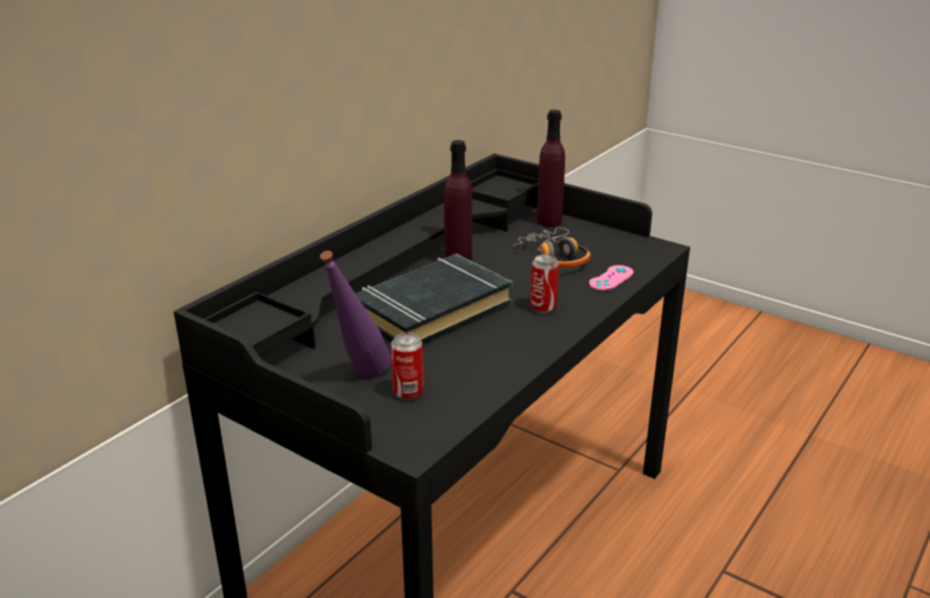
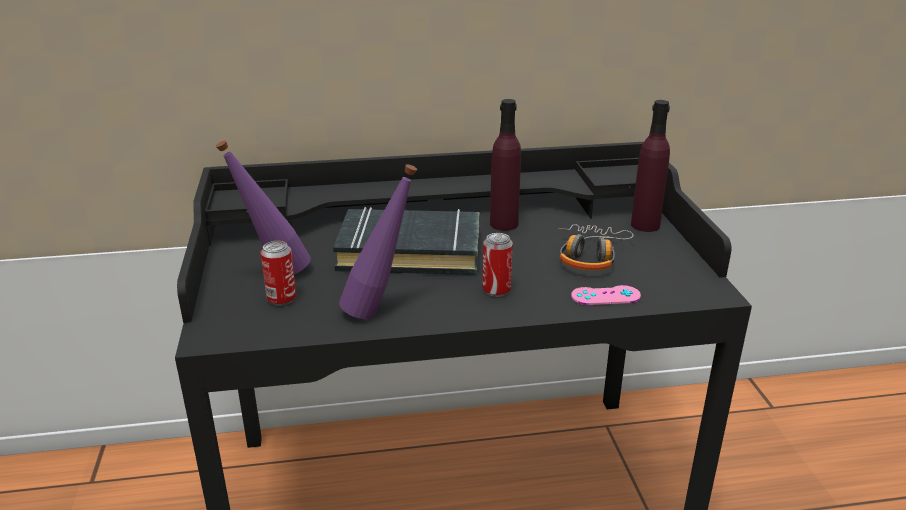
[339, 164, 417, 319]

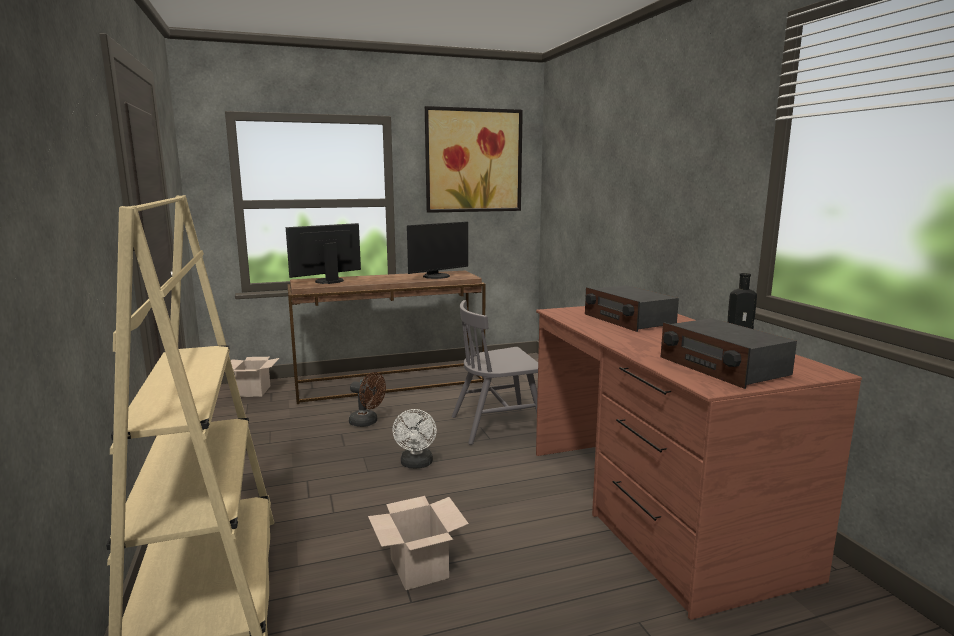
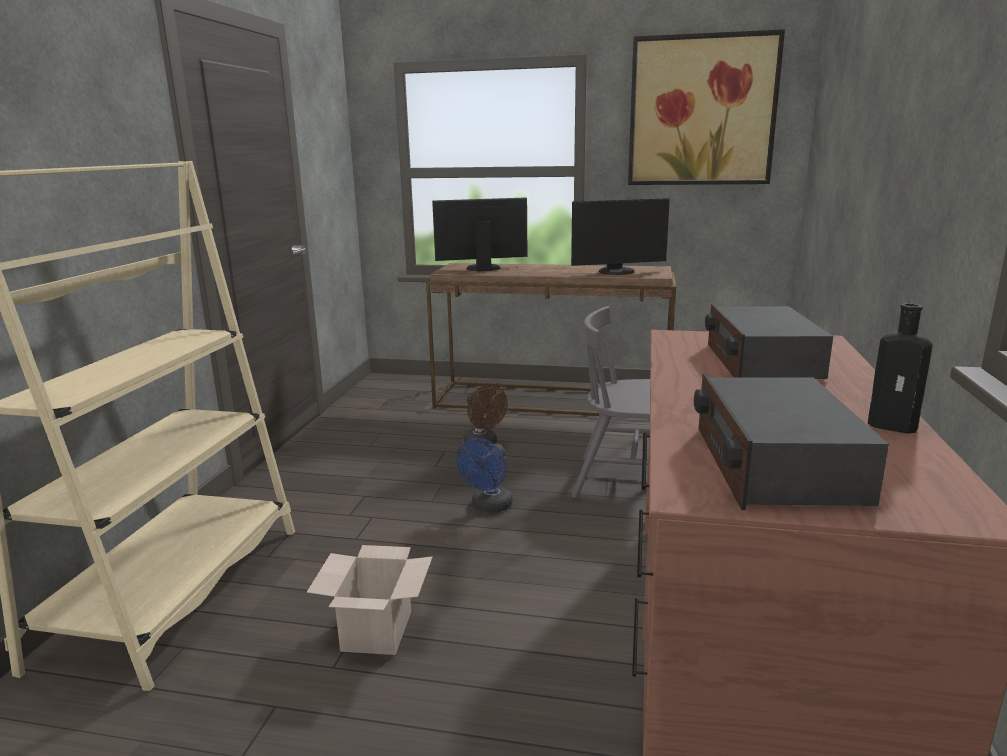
[231, 357, 279, 397] (first image)
[456, 438, 513, 513]

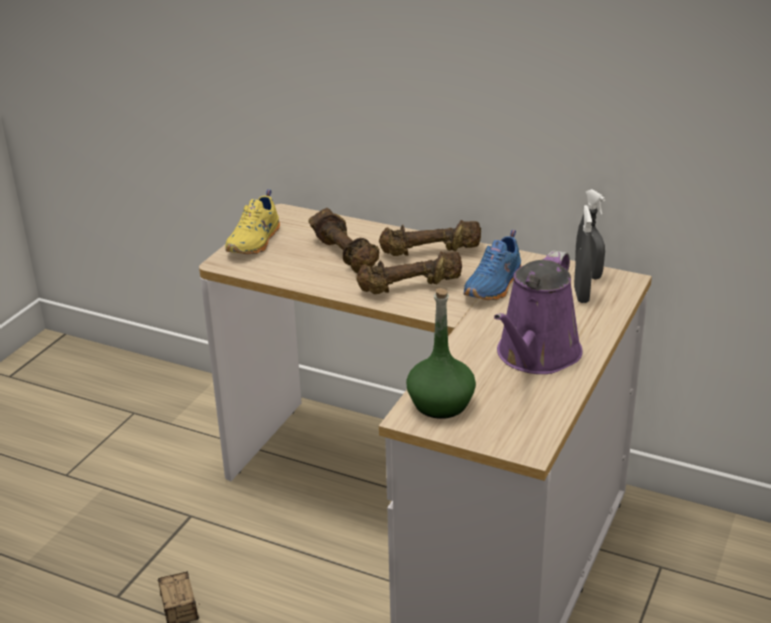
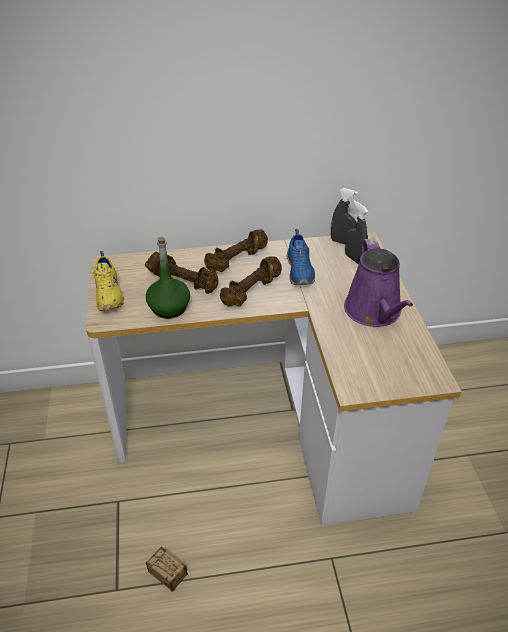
[146, 237, 190, 319]

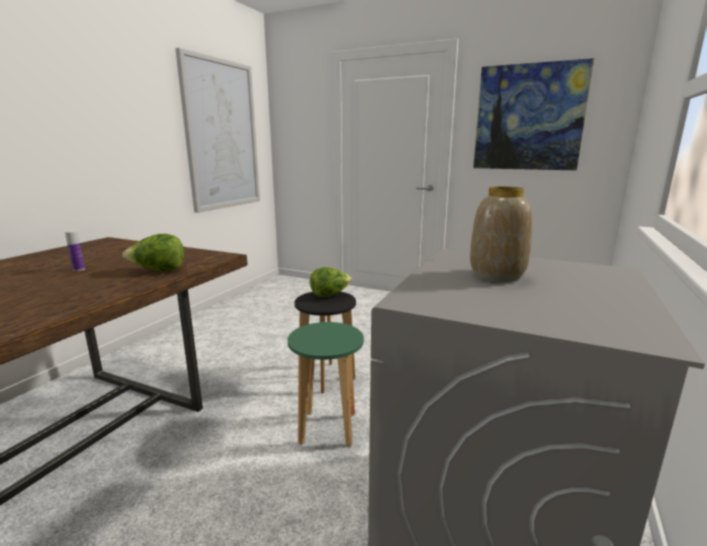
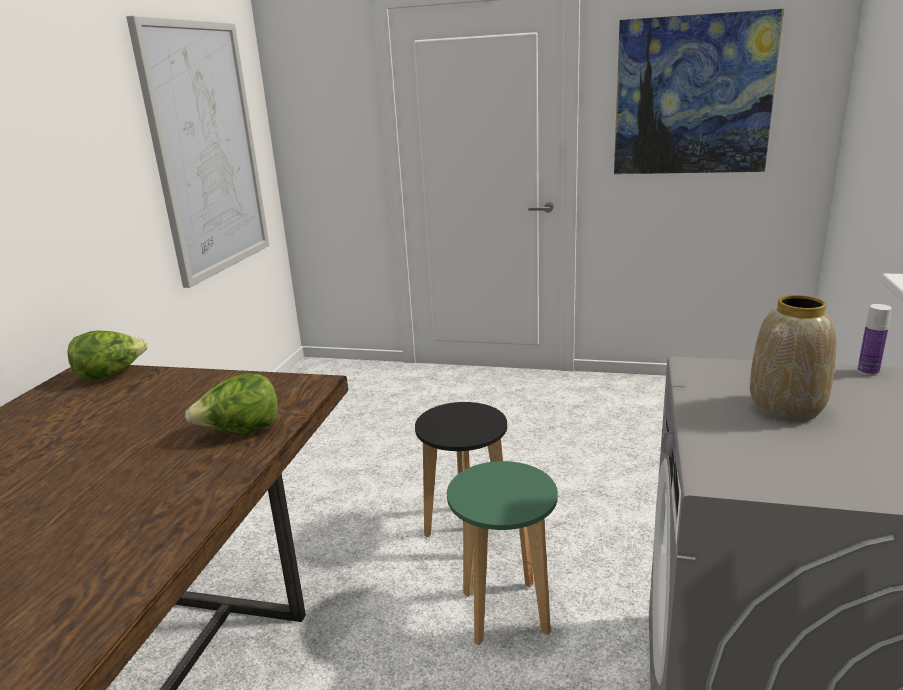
[857, 304, 892, 376]
[67, 330, 148, 381]

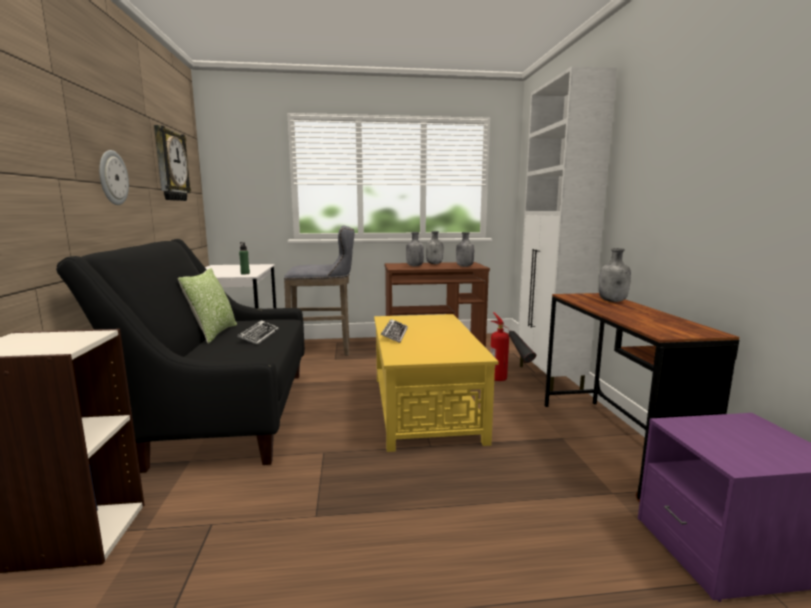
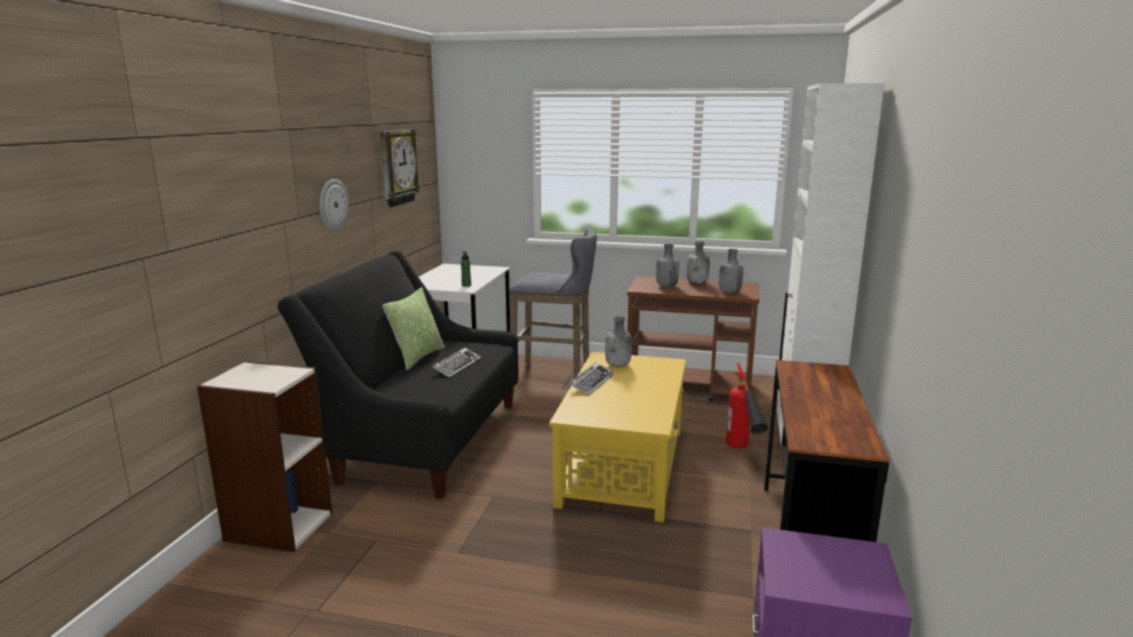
[605, 317, 632, 367]

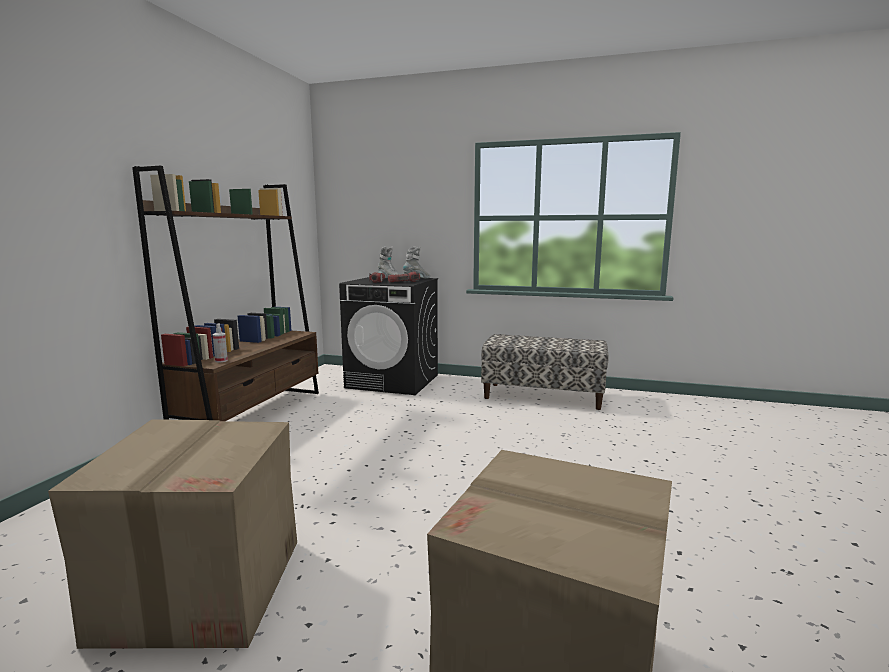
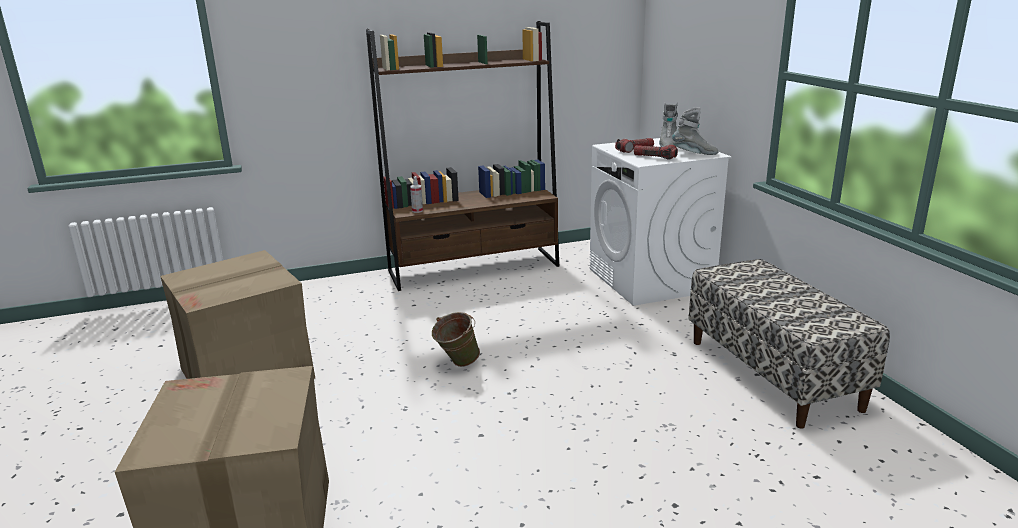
[432, 312, 480, 367]
[590, 138, 732, 306]

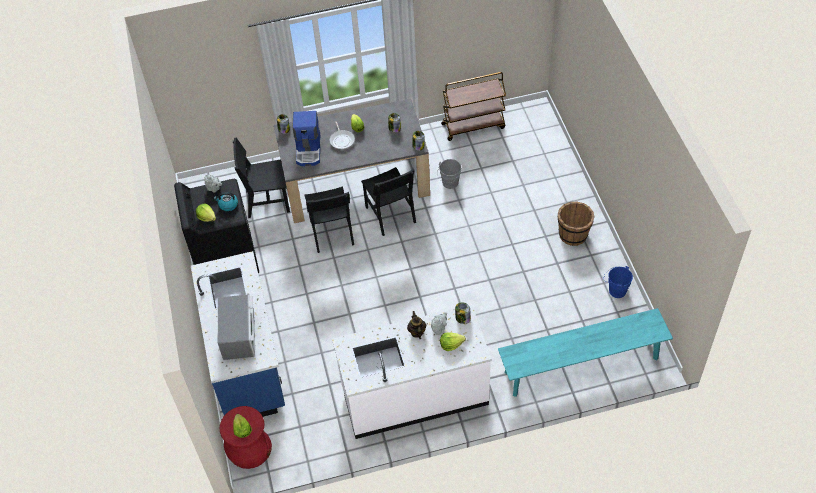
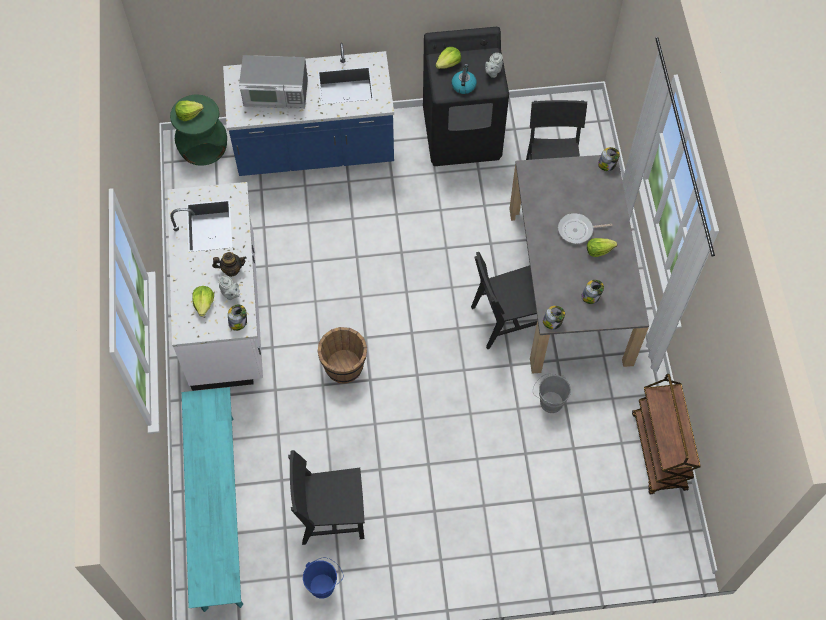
[292, 111, 321, 166] (first image)
[288, 450, 365, 545]
[317, 327, 367, 384]
[170, 95, 227, 166]

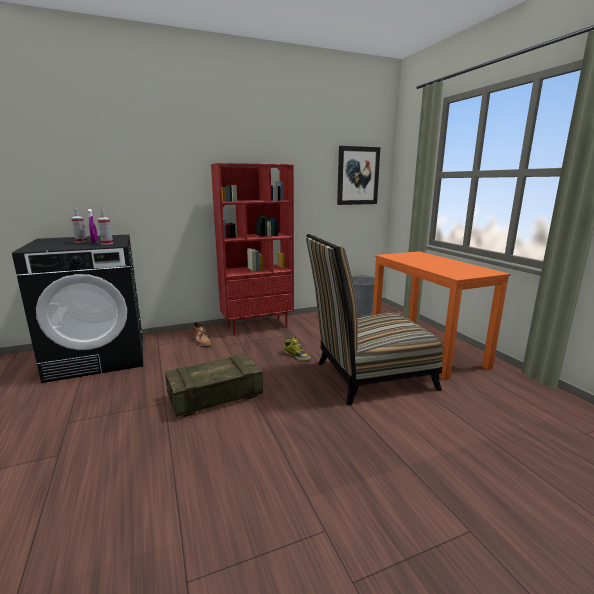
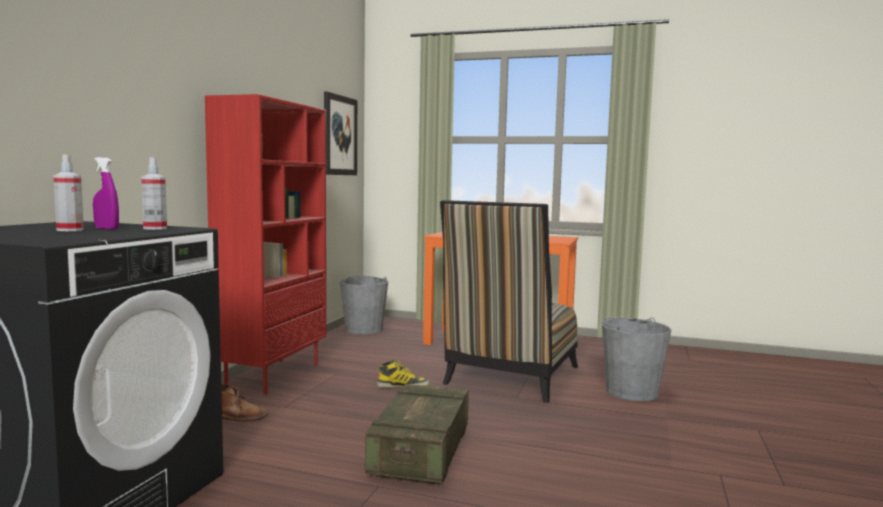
[602, 317, 671, 401]

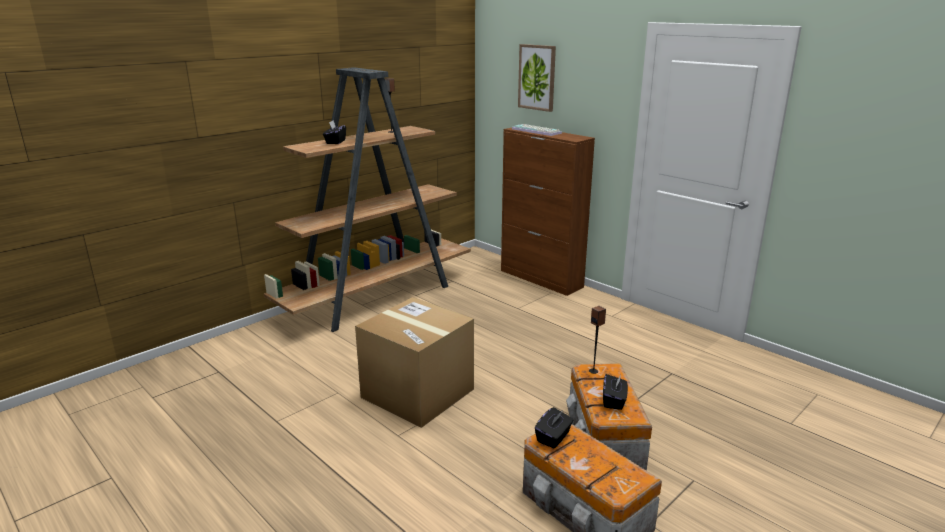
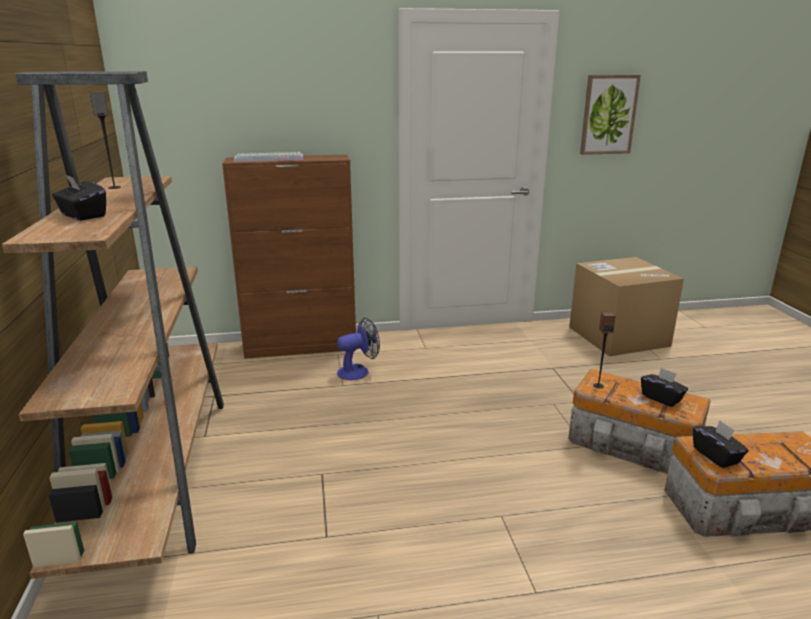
[337, 318, 380, 380]
[569, 257, 684, 357]
[580, 75, 641, 155]

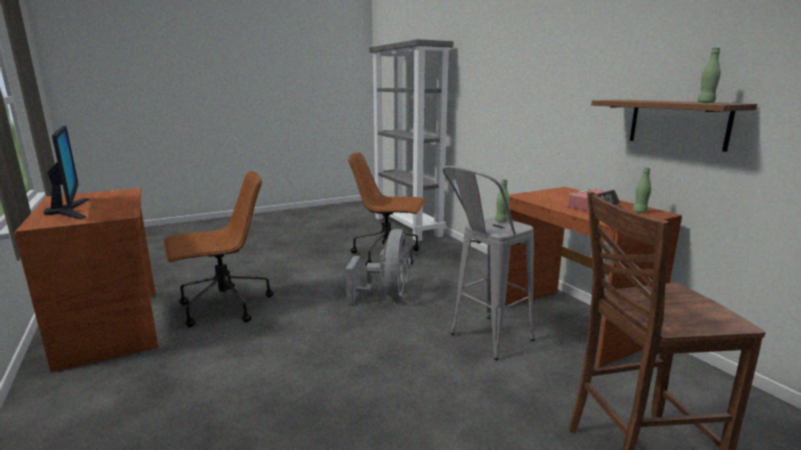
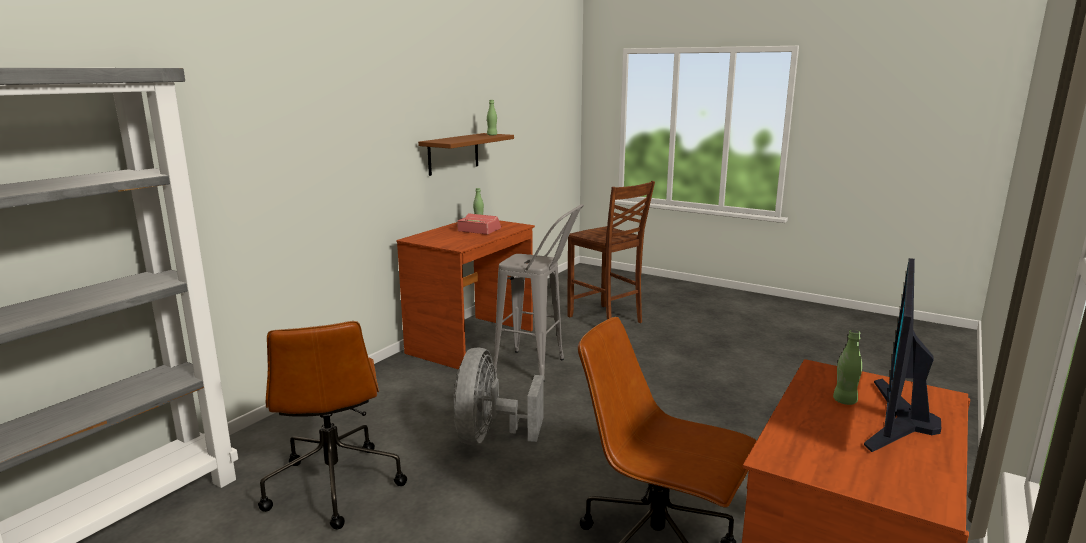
[833, 330, 862, 405]
[453, 347, 543, 445]

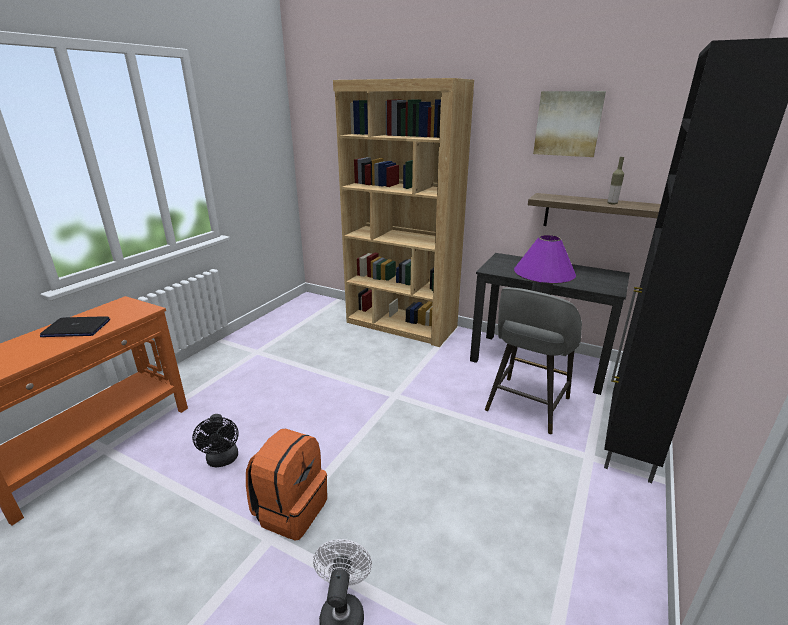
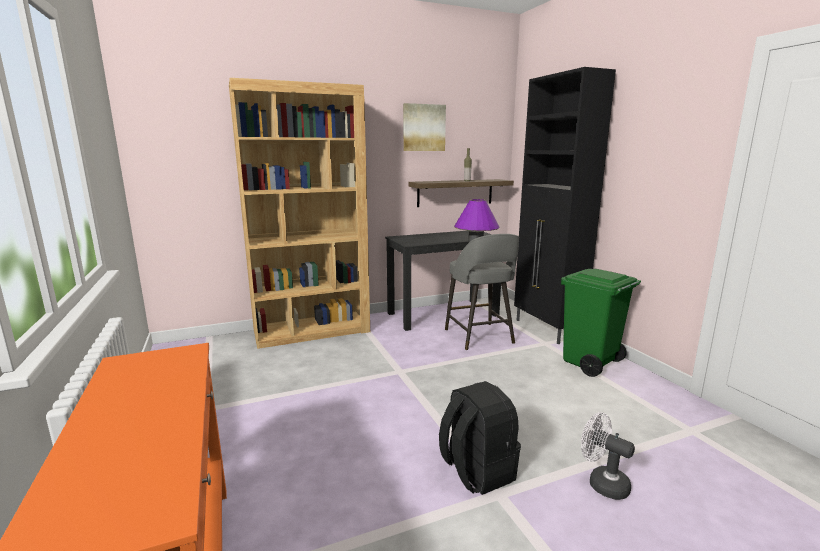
[40, 316, 110, 337] (first image)
[192, 414, 239, 468] (first image)
[561, 268, 641, 377]
[439, 381, 521, 495]

